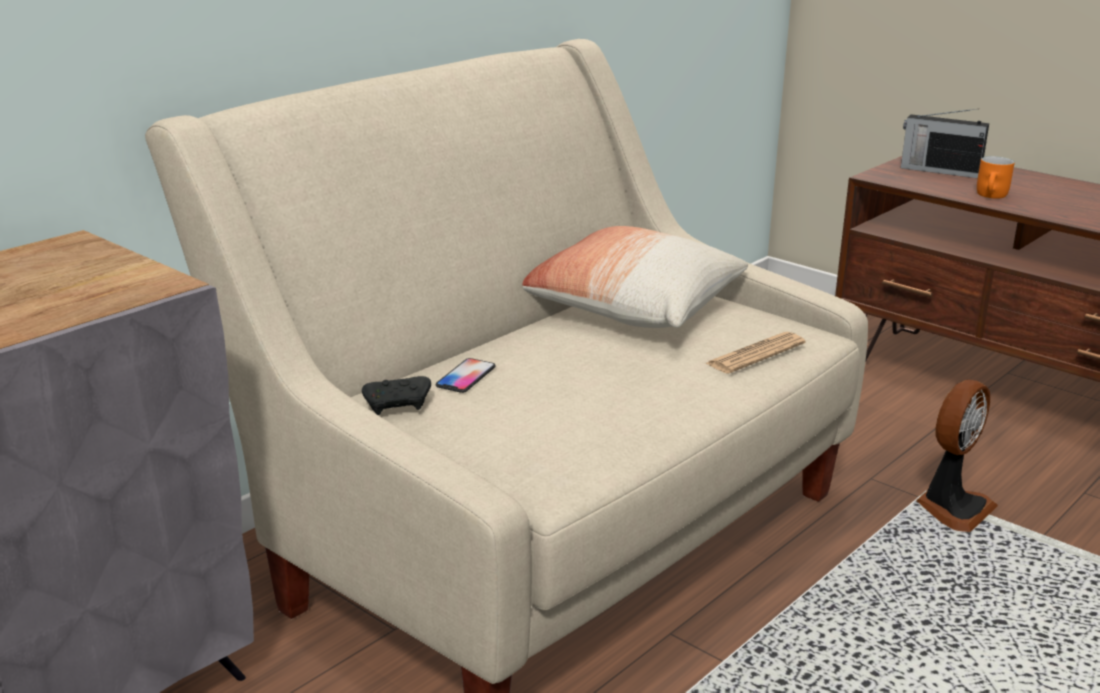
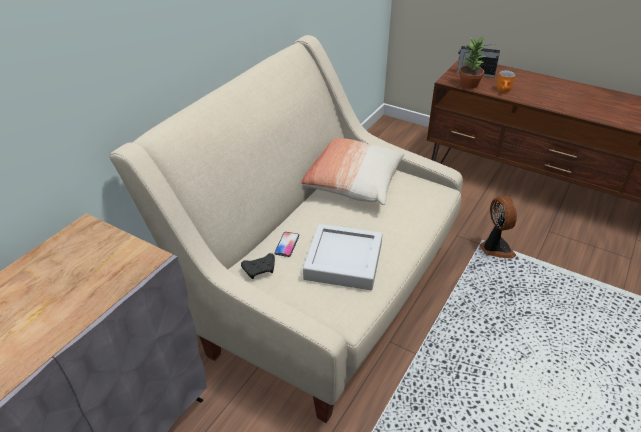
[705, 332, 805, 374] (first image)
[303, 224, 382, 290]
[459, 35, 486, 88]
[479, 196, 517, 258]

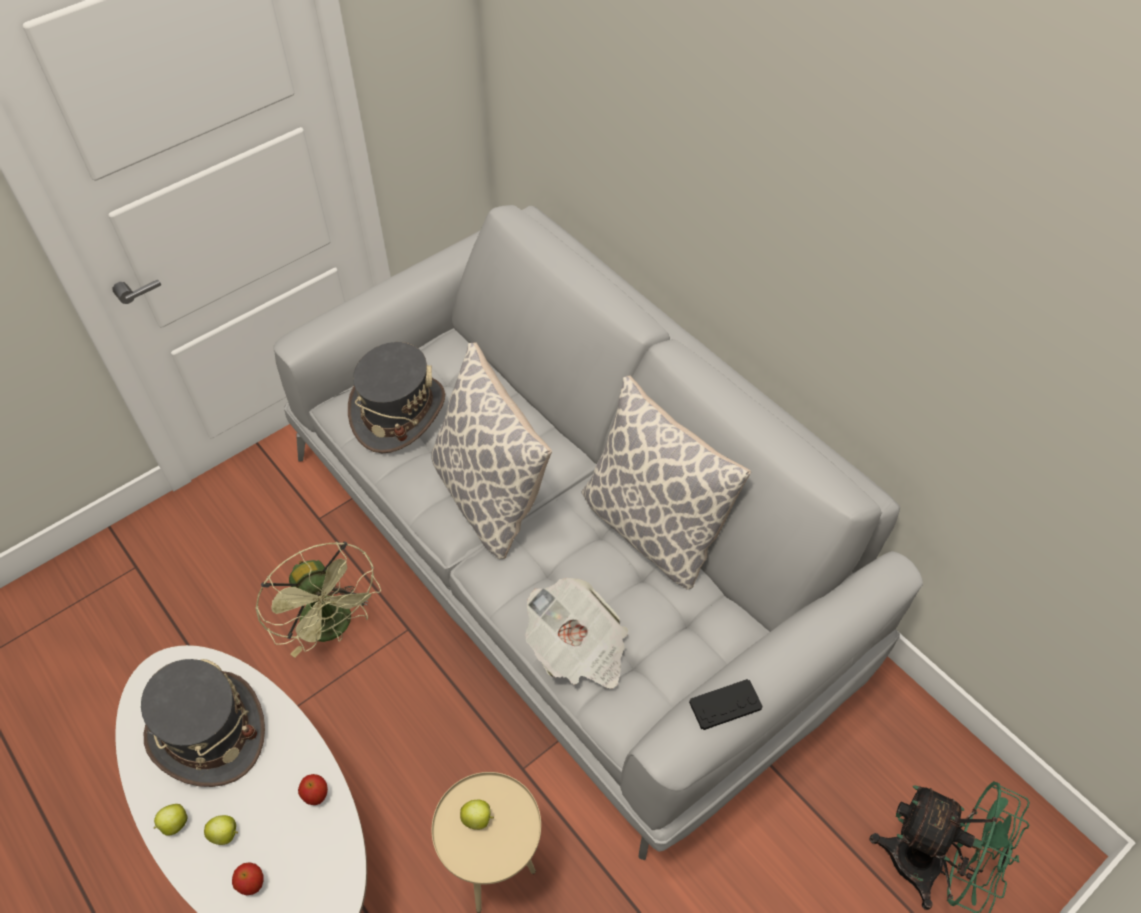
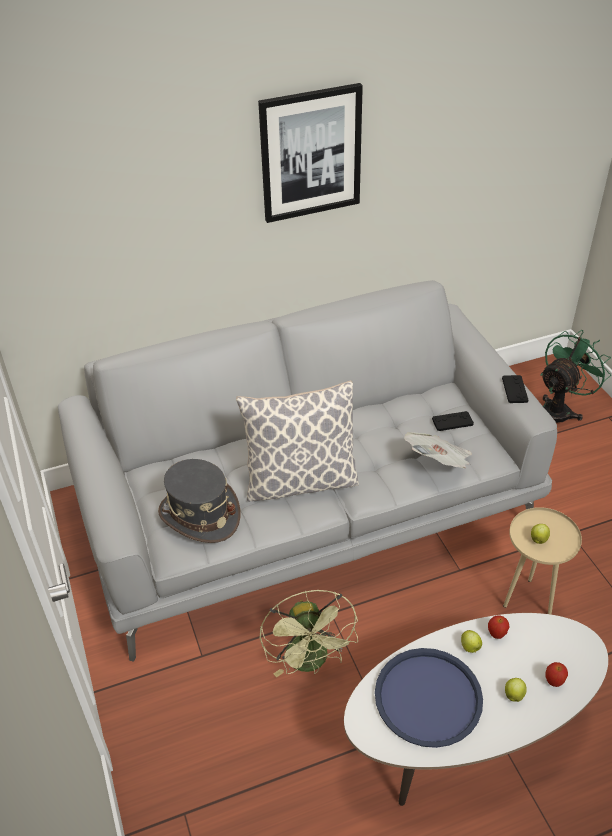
[581, 375, 751, 590] (first image)
[258, 83, 363, 223]
[432, 411, 474, 431]
[461, 630, 482, 653]
[375, 648, 483, 748]
[260, 590, 358, 677]

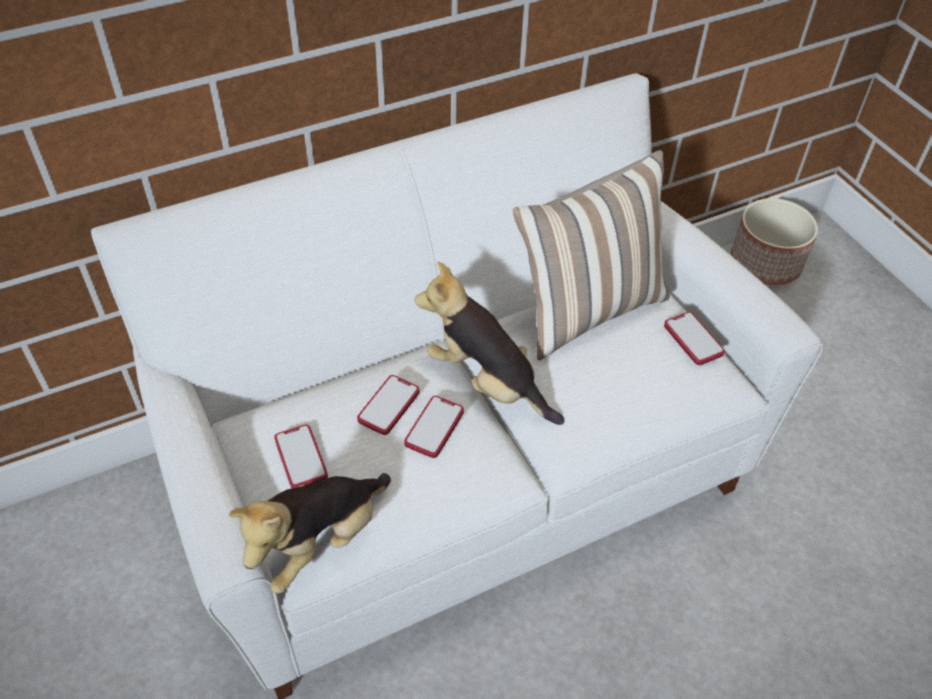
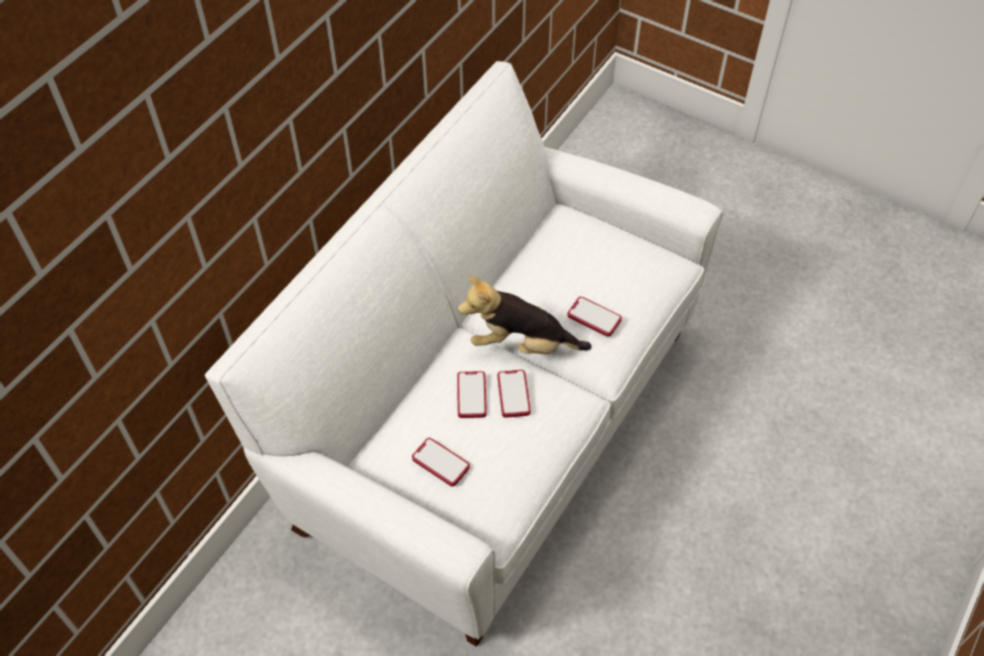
[229, 473, 391, 594] (first image)
[513, 150, 670, 360] (first image)
[731, 198, 818, 285] (first image)
[568, 297, 622, 337]

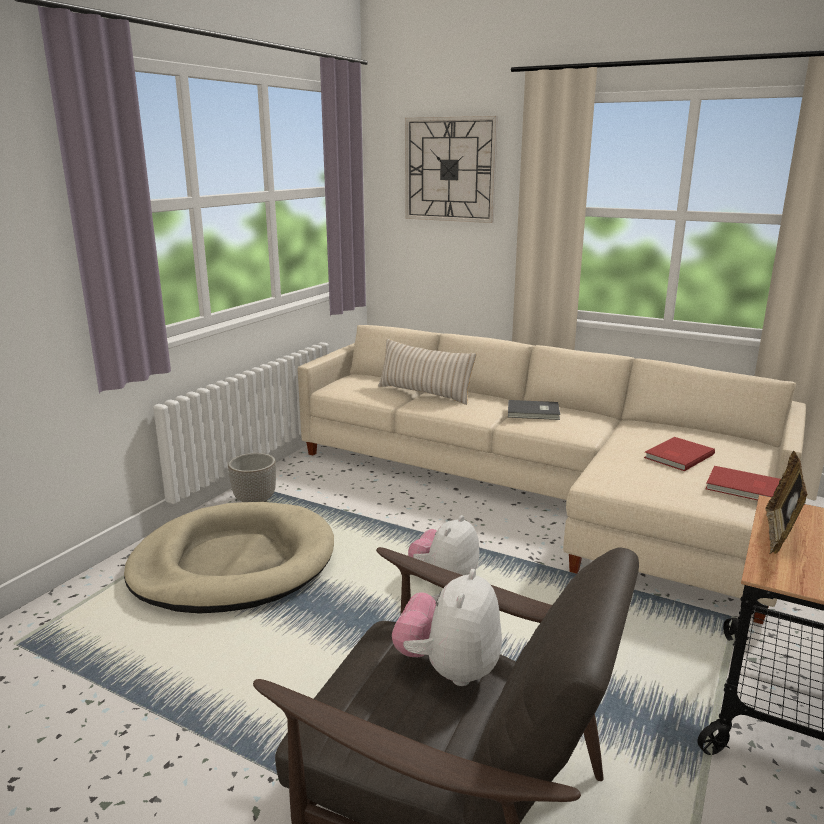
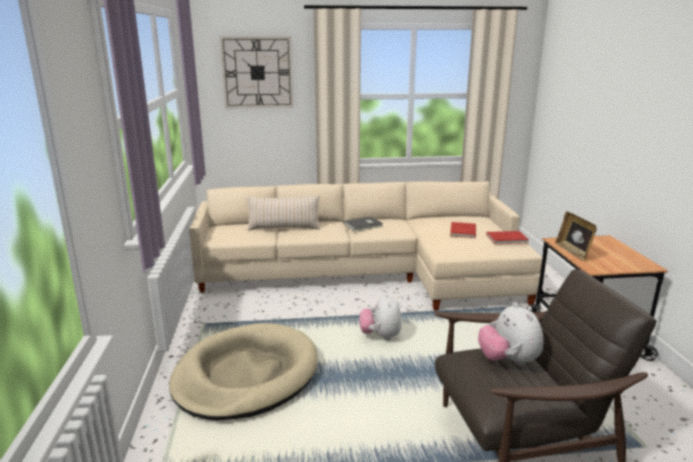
[228, 453, 276, 502] (first image)

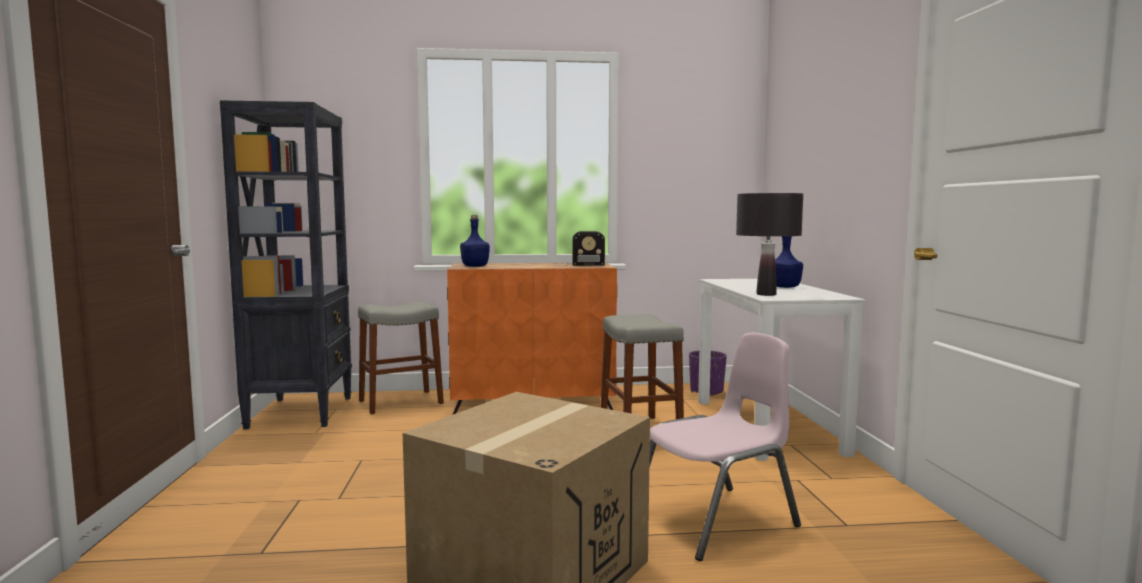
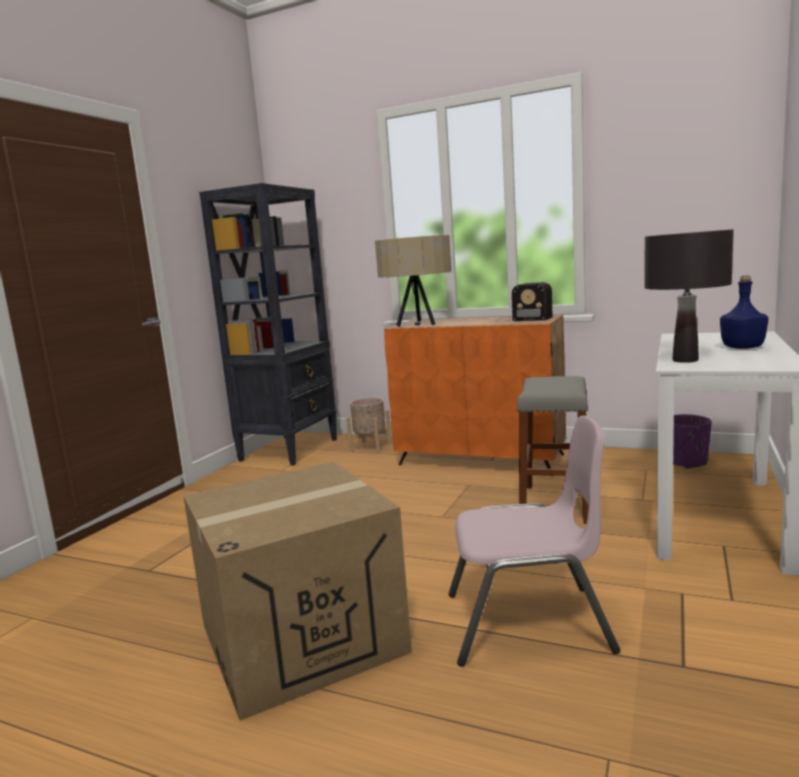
[346, 398, 392, 453]
[375, 235, 451, 327]

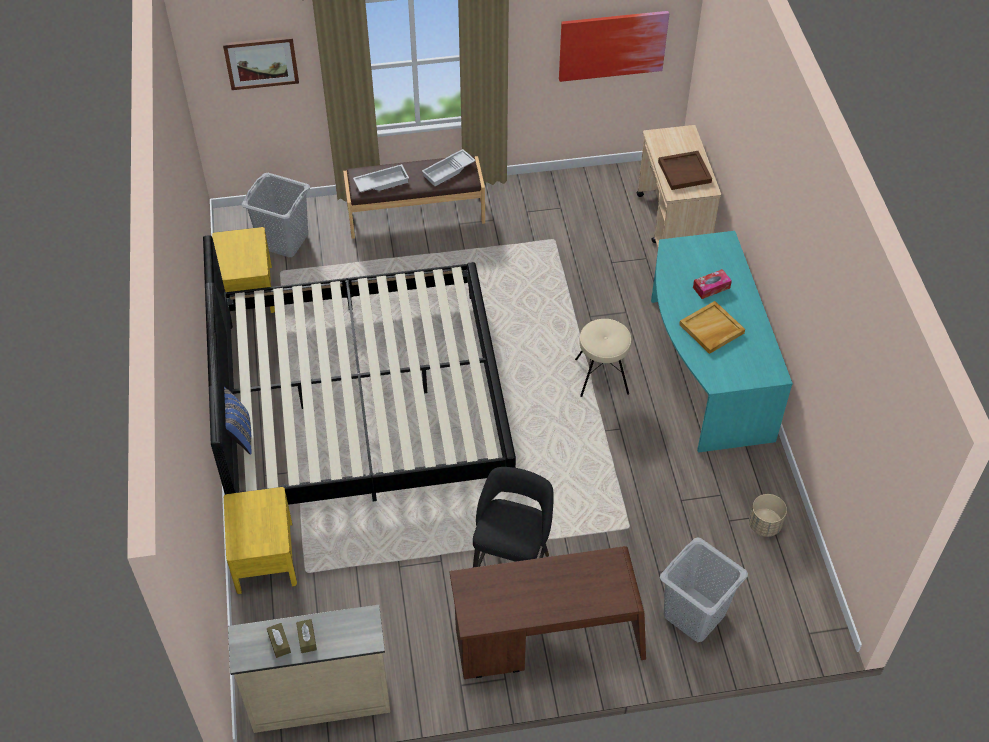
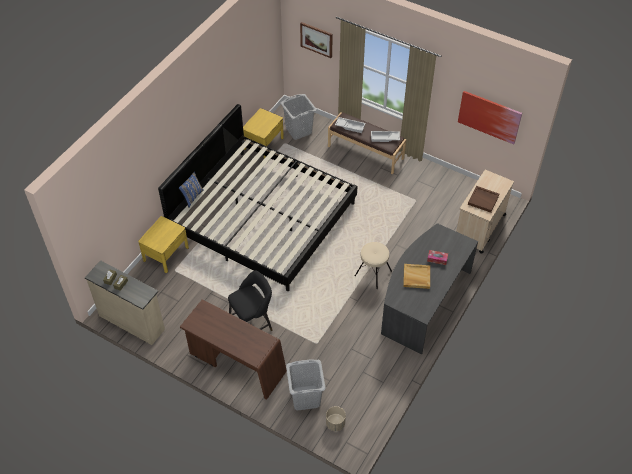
[326, 406, 346, 431]
[381, 223, 478, 354]

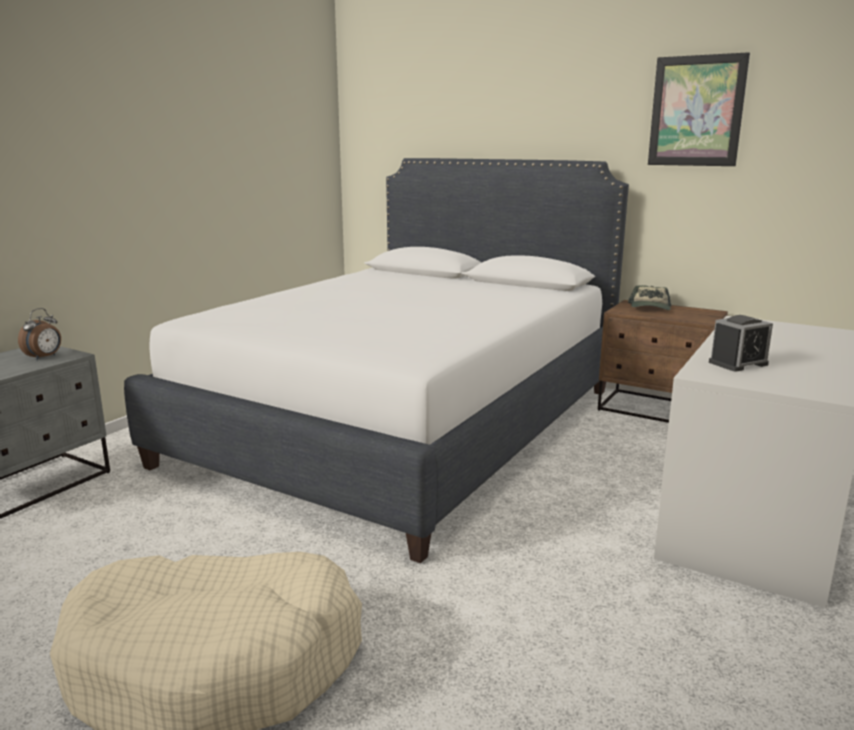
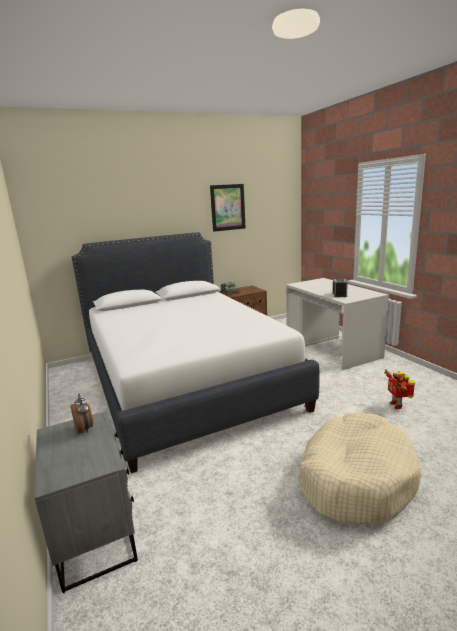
[384, 369, 415, 409]

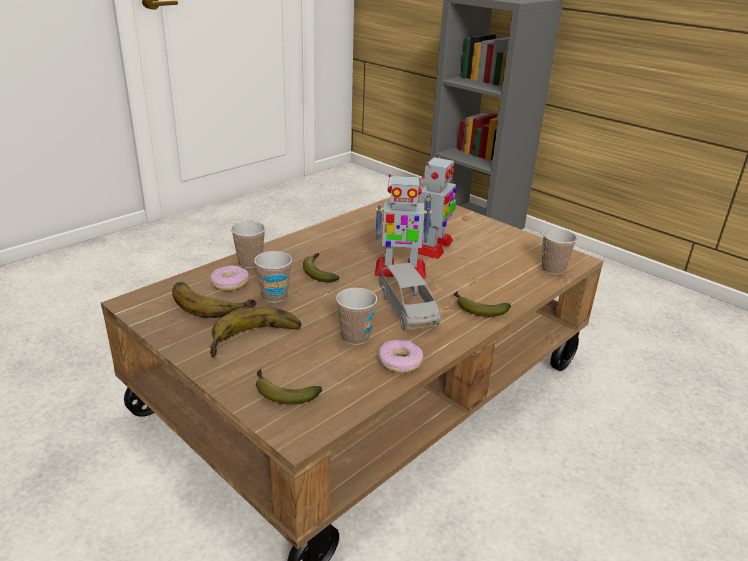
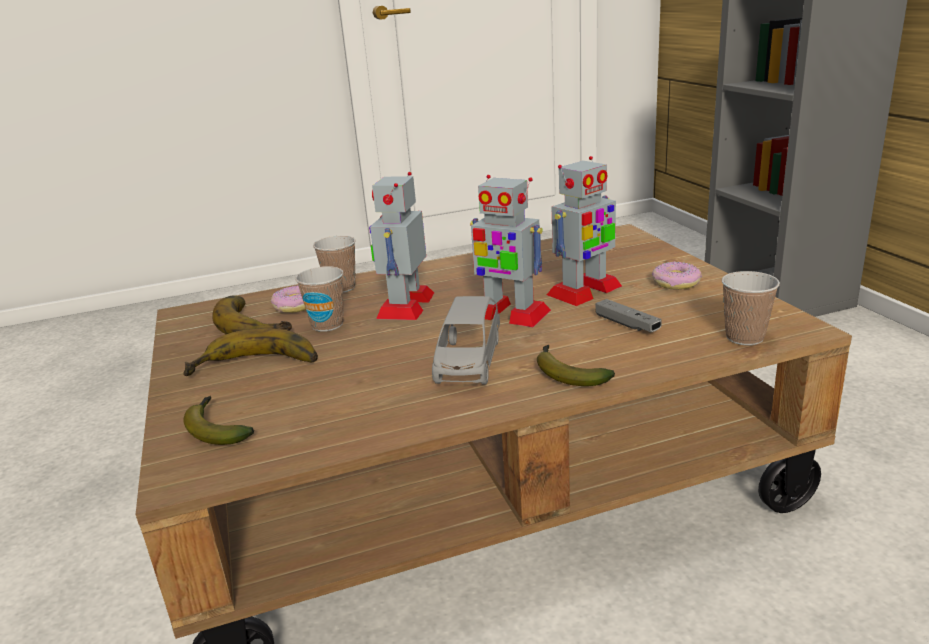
[336, 288, 377, 345] (first image)
[595, 299, 661, 332]
[652, 262, 702, 290]
[369, 172, 434, 320]

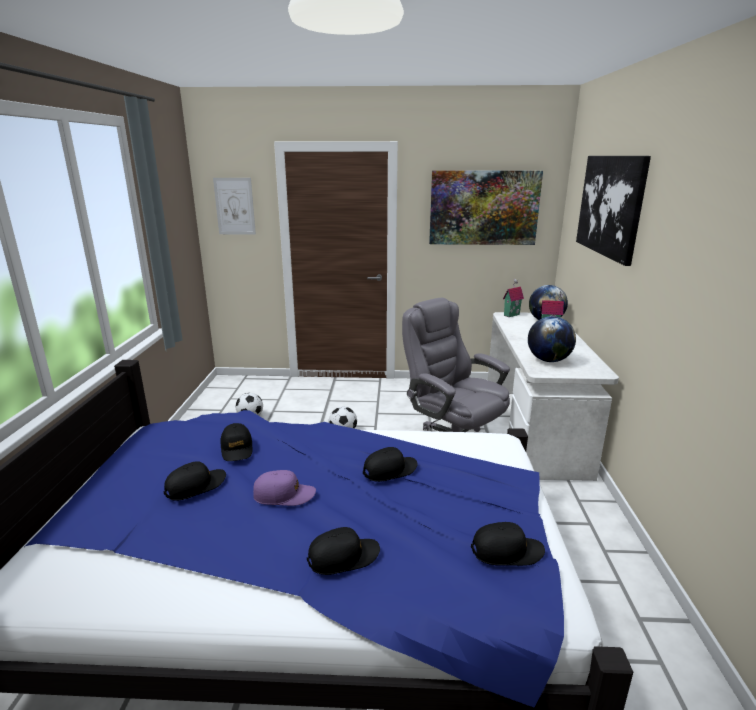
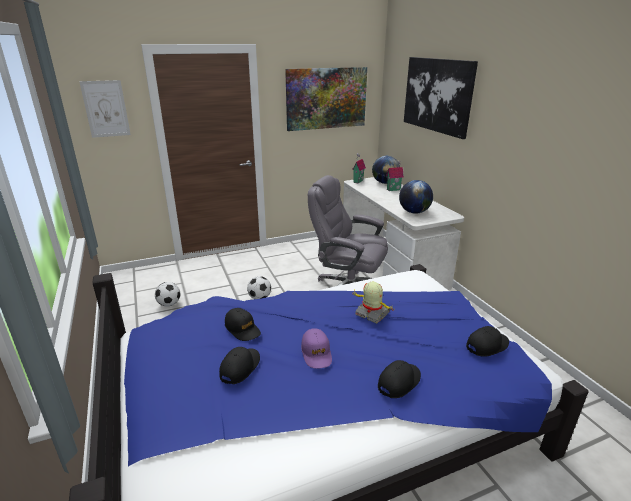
[351, 282, 393, 324]
[301, 328, 332, 369]

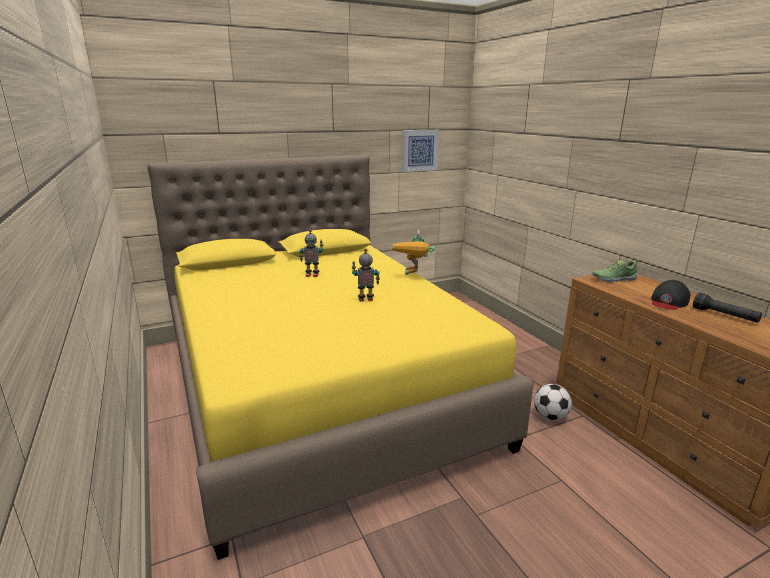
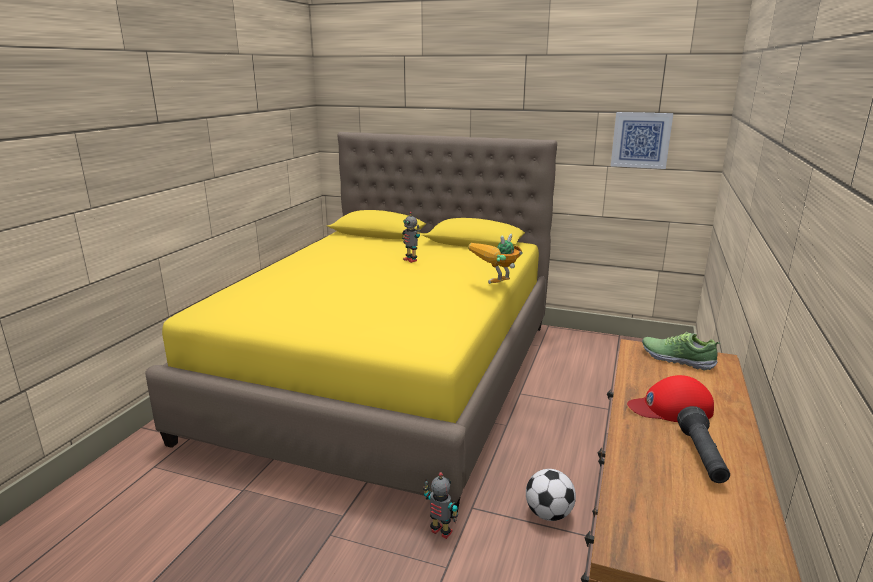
[423, 472, 458, 539]
[627, 375, 714, 422]

